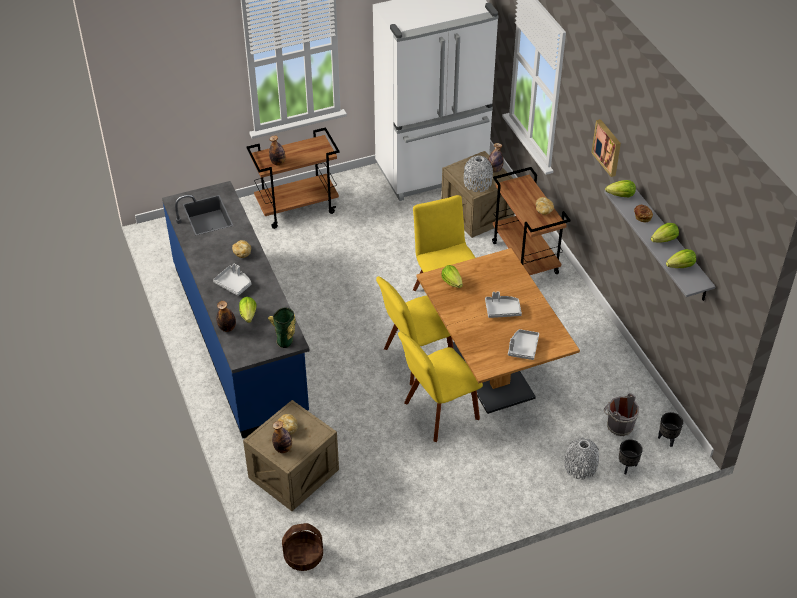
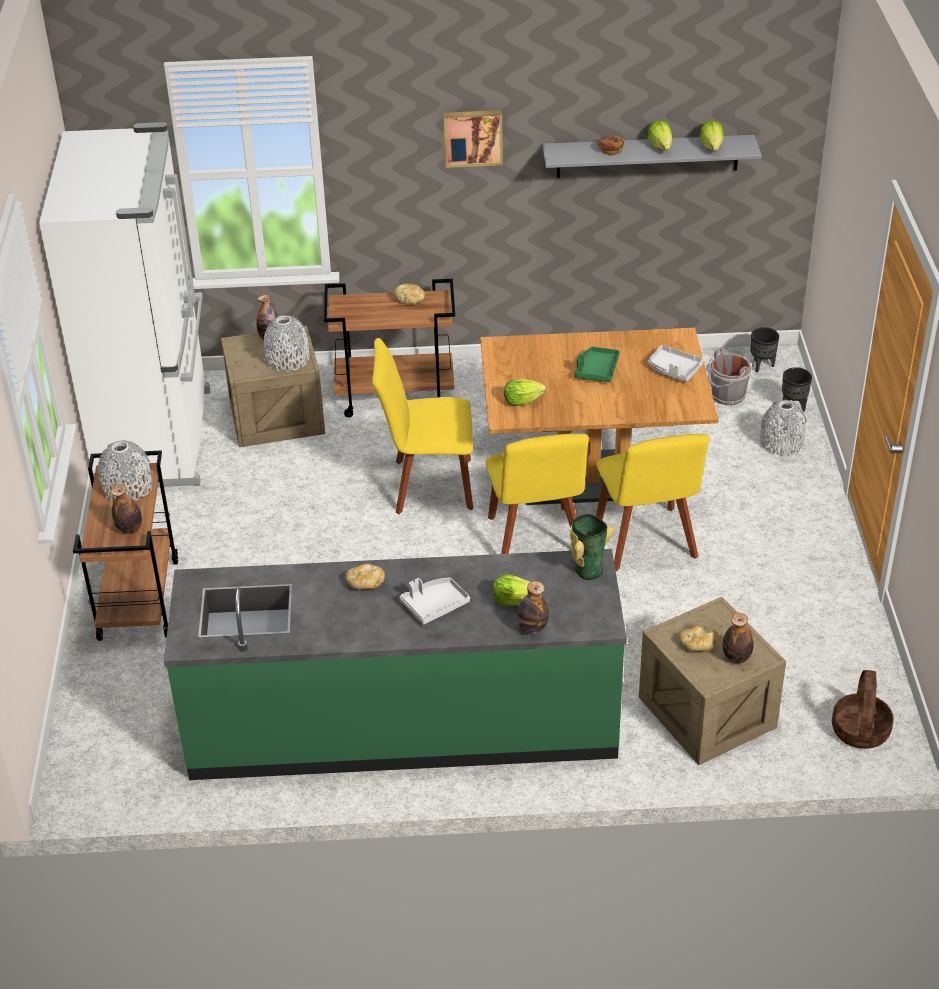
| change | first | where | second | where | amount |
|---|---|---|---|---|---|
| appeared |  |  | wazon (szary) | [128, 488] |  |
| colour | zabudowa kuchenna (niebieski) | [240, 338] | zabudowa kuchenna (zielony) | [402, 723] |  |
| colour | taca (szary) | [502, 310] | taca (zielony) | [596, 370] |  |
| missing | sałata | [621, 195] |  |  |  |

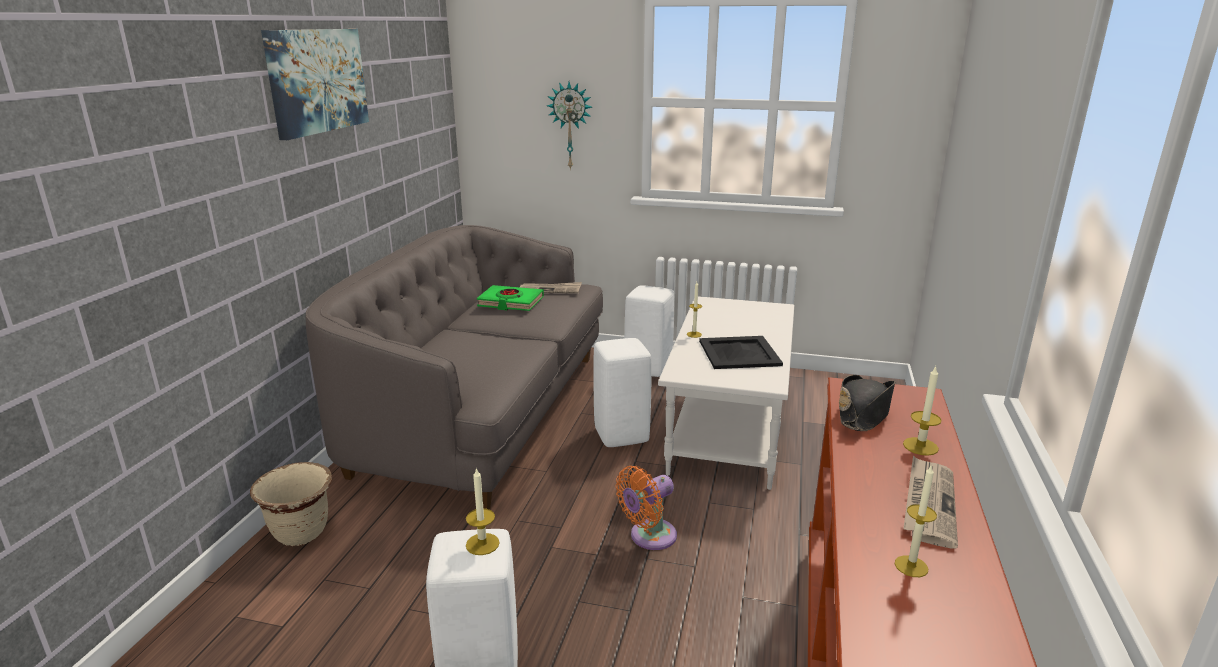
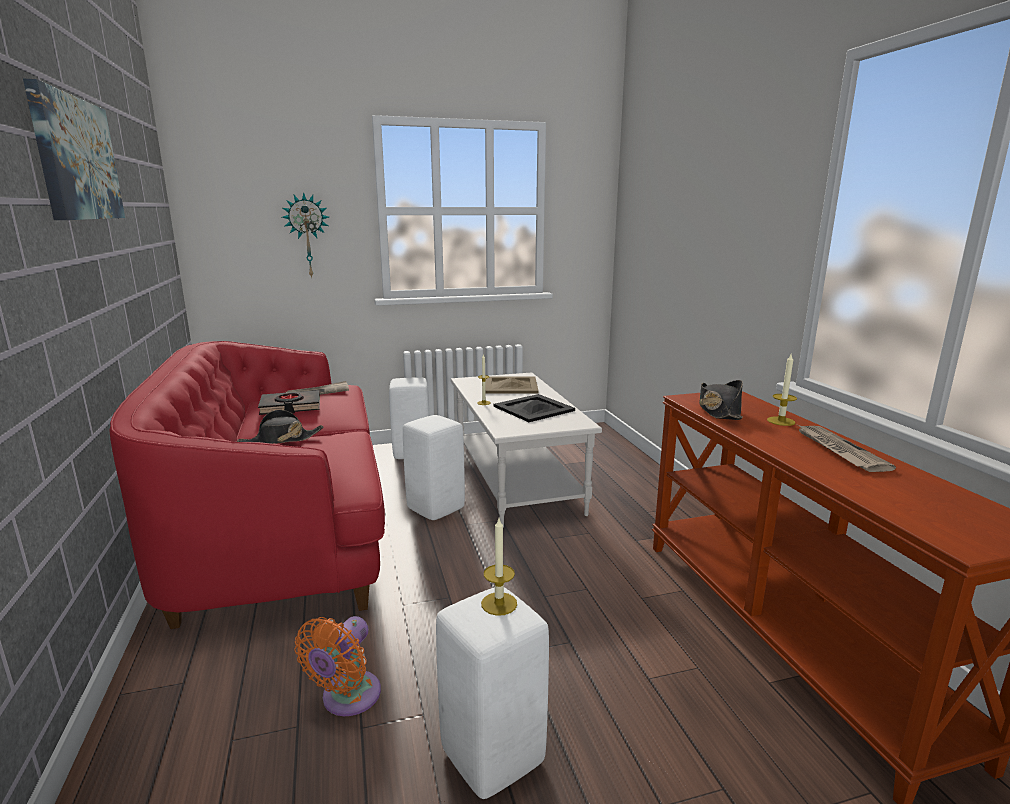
| change | first | where | second | where | amount |
|---|---|---|---|---|---|
| colour | kanapa (szary) | [482, 414] | kanapa (czerwony) | [284, 525] |  |
| appeared |  |  | kapelusz (czarny) | [281, 440] |  |
| colour | książka (zielony) | [510, 302] | książka (czarny) | [290, 407] |  |
| relocated | wentylator (pomarańczowy) | [649, 537] |  | [347, 698] |  |
| appeared |  |  | taca (beżowy) | [510, 386] |  |
| missing | donica (beżowy) | [301, 533] |  |  |  |
| missing | świeca | [911, 566] |  |  |  |

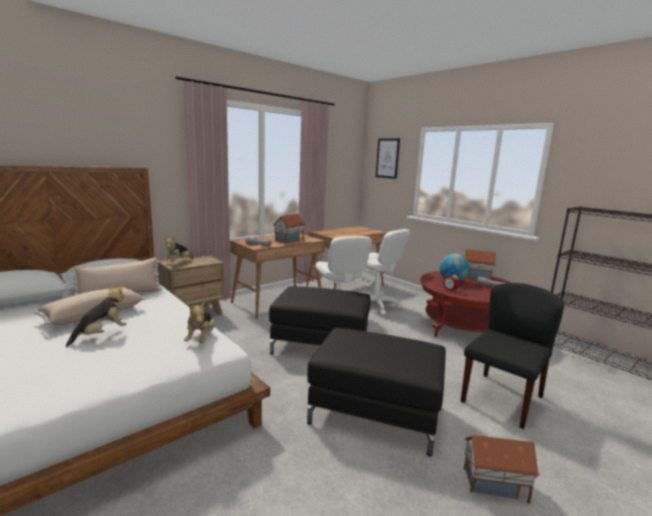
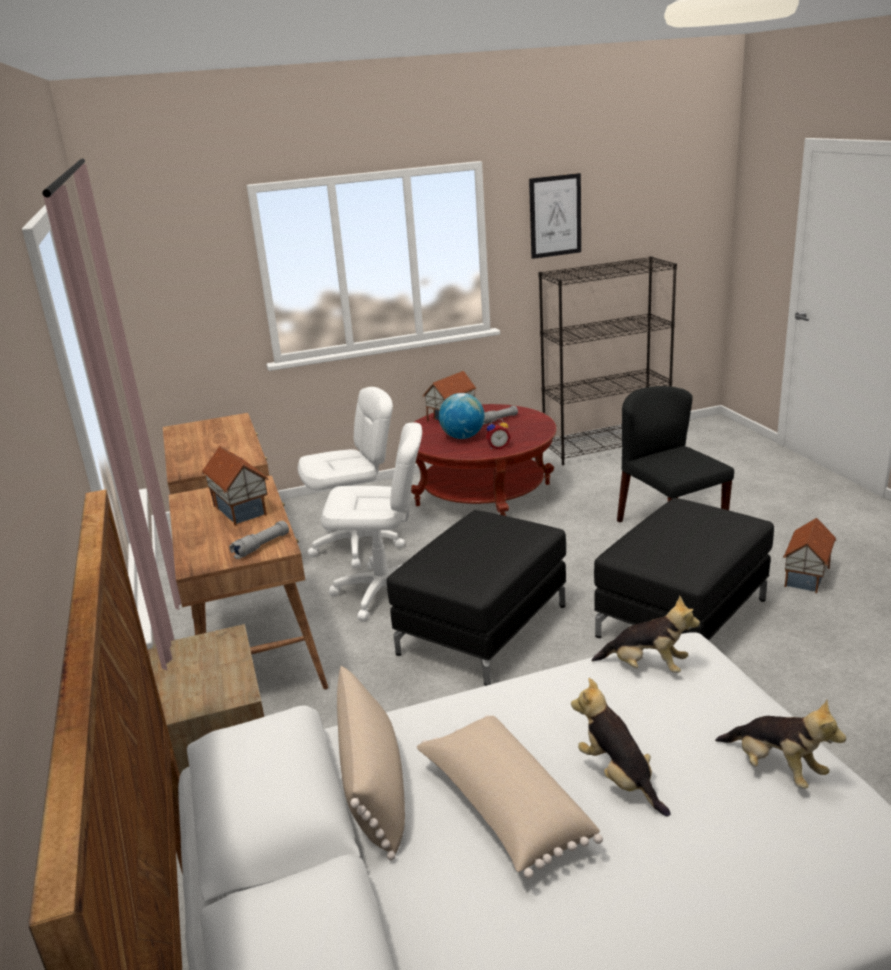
| change | first | where | second | where | amount |
|---|---|---|---|---|---|
| relocated | obraz | [387, 158] |  | [555, 216] |  |
| relocated | pluszak | [179, 262] |  | [775, 768] |  |

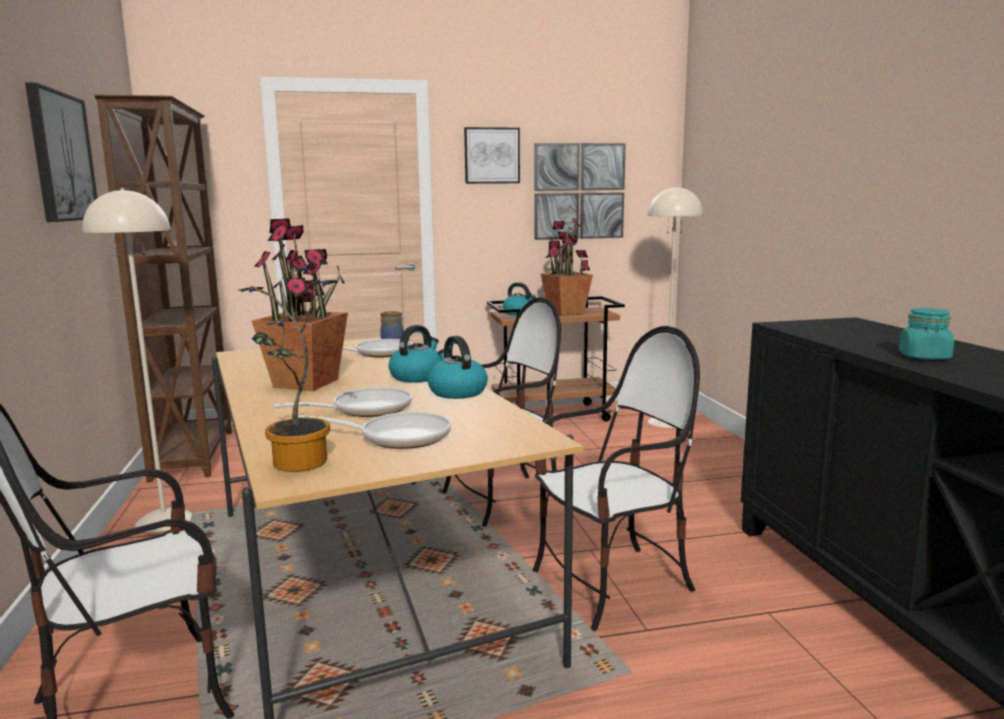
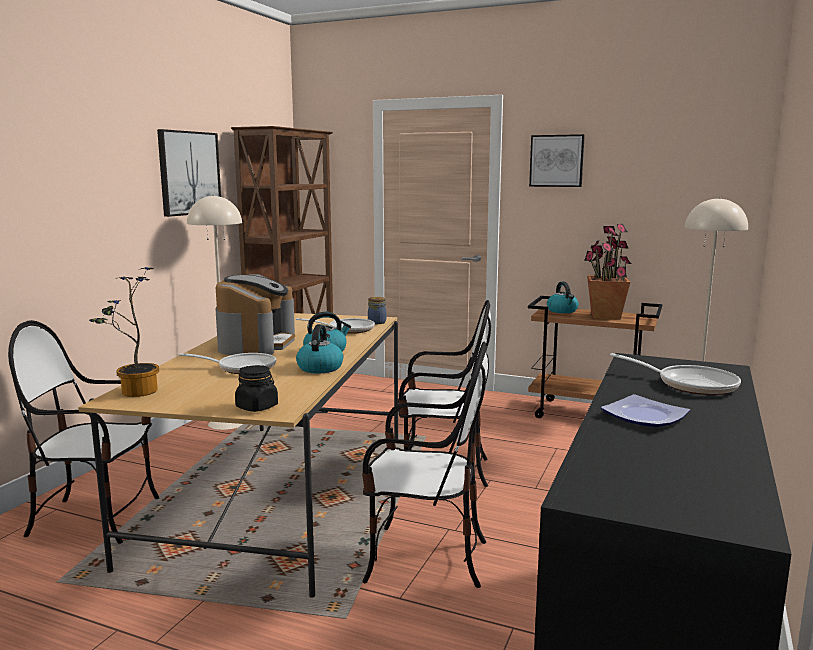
| change | first | where | second | where | amount |
|---|---|---|---|---|---|
| exchanged | roślina doniczkowa | [307, 383] | ekspres do kawy | [256, 343] |  |
| appeared |  |  | słoik (czarny) | [257, 407] |  |
| exchanged | słoik (turkusowy) | [924, 357] | talerz | [644, 416] |  |
| relocated | patelnia | [398, 437] |  | [690, 384] |  |
| missing | obraz | [579, 191] |  |  |  |

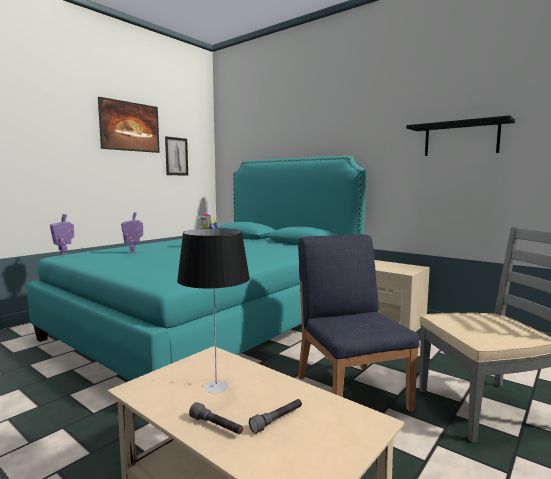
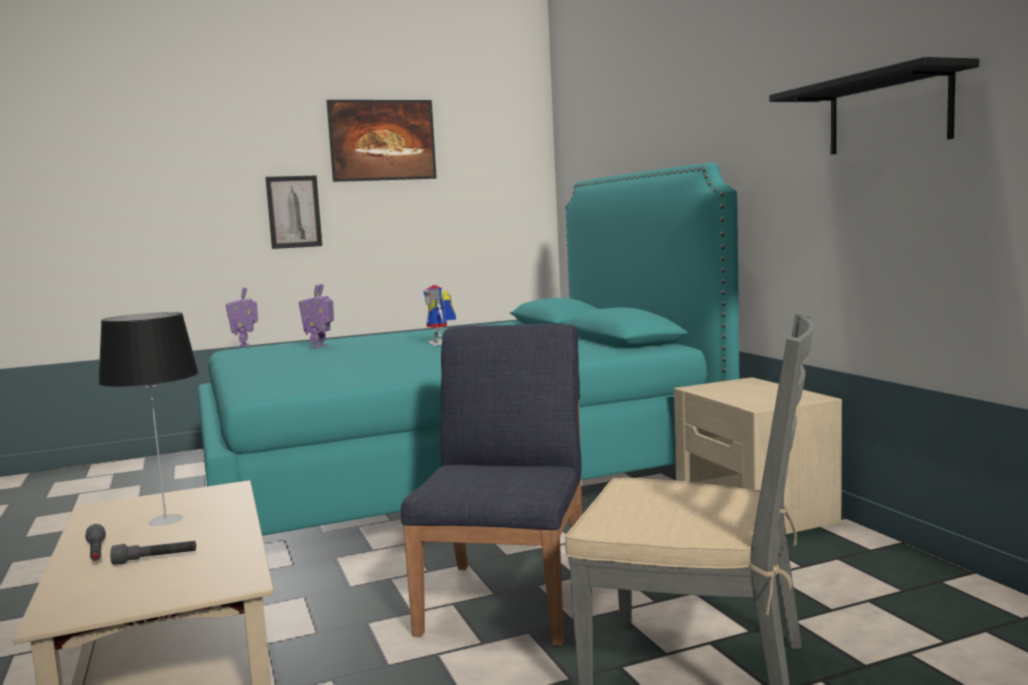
| change | first | where | second | where | amount |
|---|---|---|---|---|---|
| relocated | obraz | [176, 156] |  | [294, 212] |  |

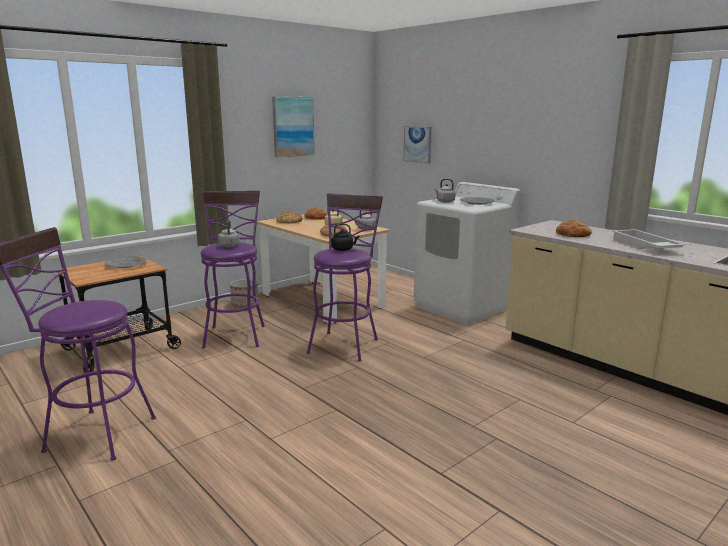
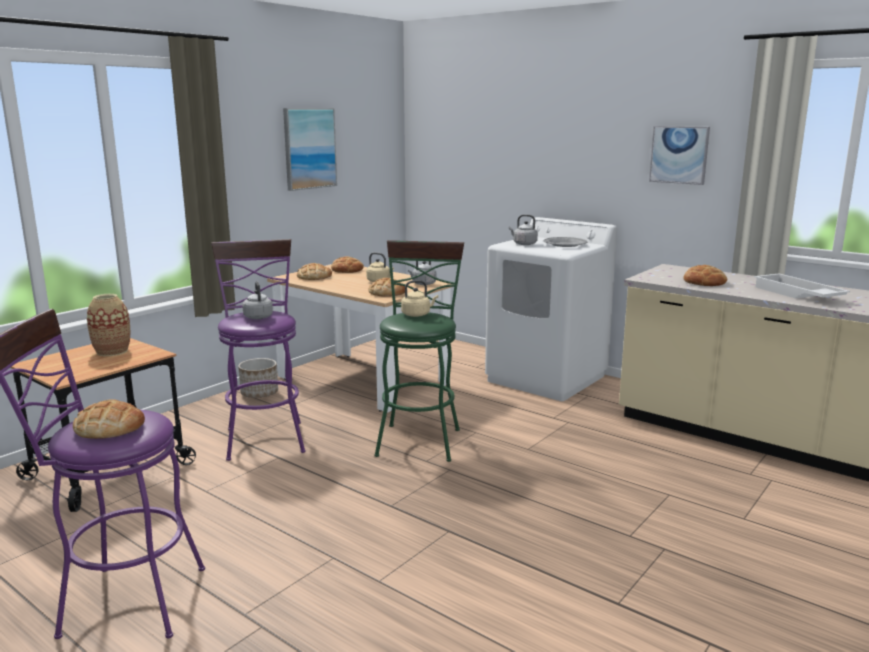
| change | first | where | second | where | amount |
|---|---|---|---|---|---|
| appeared |  |  | chleb | [110, 427] |  |
| exchanged | talerz (szary) | [126, 265] | wazon | [112, 351] |  |
| colour | stołek (fioletowy) | [345, 343] | stołek (zielony) | [419, 438] |  |
| colour | czajnik (czarny) | [343, 249] | czajnik (beżowy) | [417, 314] |  |
| relocated | obraz | [418, 144] |  | [679, 155] |  |

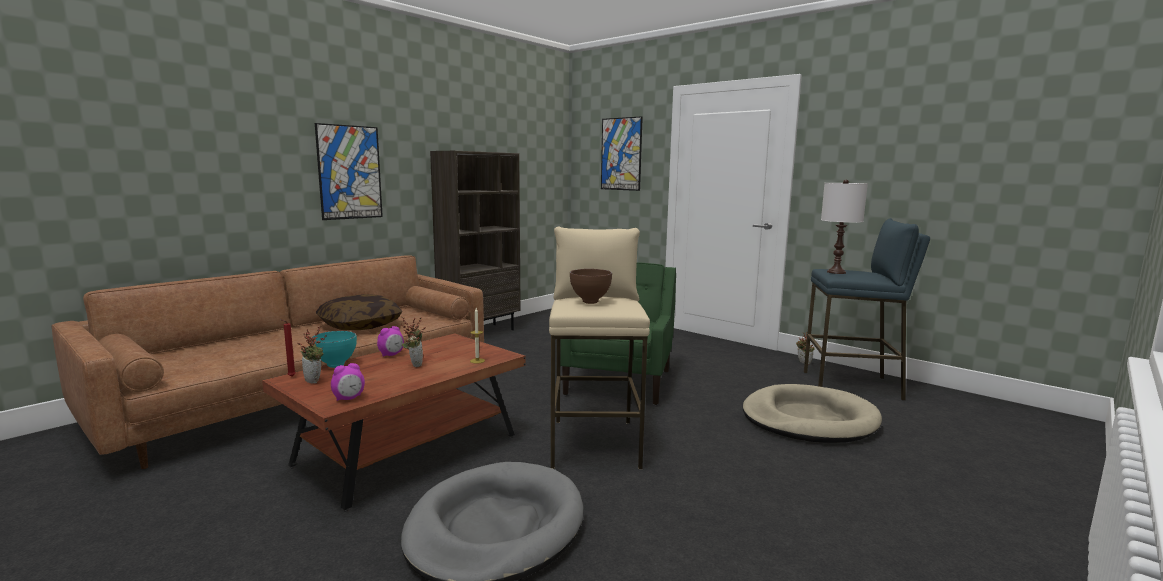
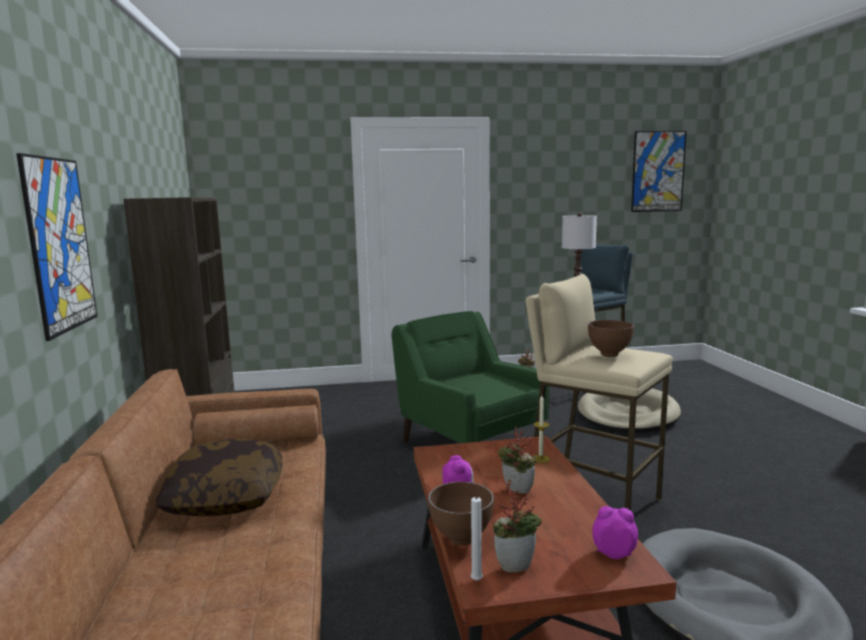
| change | first | where | second | where | amount |
|---|---|---|---|---|---|
| colour | miska (turkusowy) | [335, 366] | miska (brązowy) | [462, 540] |  |
| colour | świeca (czerwony) | [290, 377] | świeca (biały) | [477, 582] |  |
| spun | budzik | [349, 398] |  | [614, 553] | 75 degrees counterclockwise |
| relocated | obraz | [621, 154] |  | [658, 171] |  |

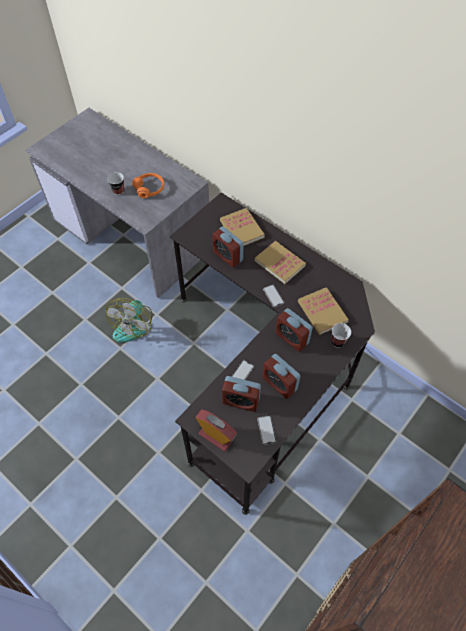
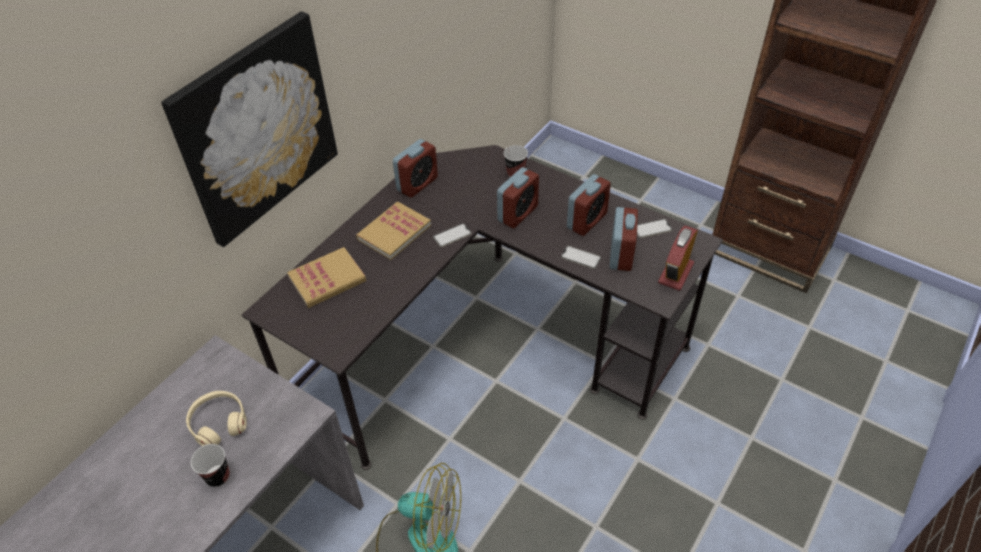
| change | first | where | second | where | amount |
|---|---|---|---|---|---|
| appeared |  |  | obraz | [256, 129] |  |
| colour | słuchawki (pomarańczowy) | [149, 188] | słuchawki (beżowy) | [218, 423] |  |
| relocated | budzik | [228, 256] |  | [417, 184] |  |
| missing | książka | [322, 312] |  |  |  |

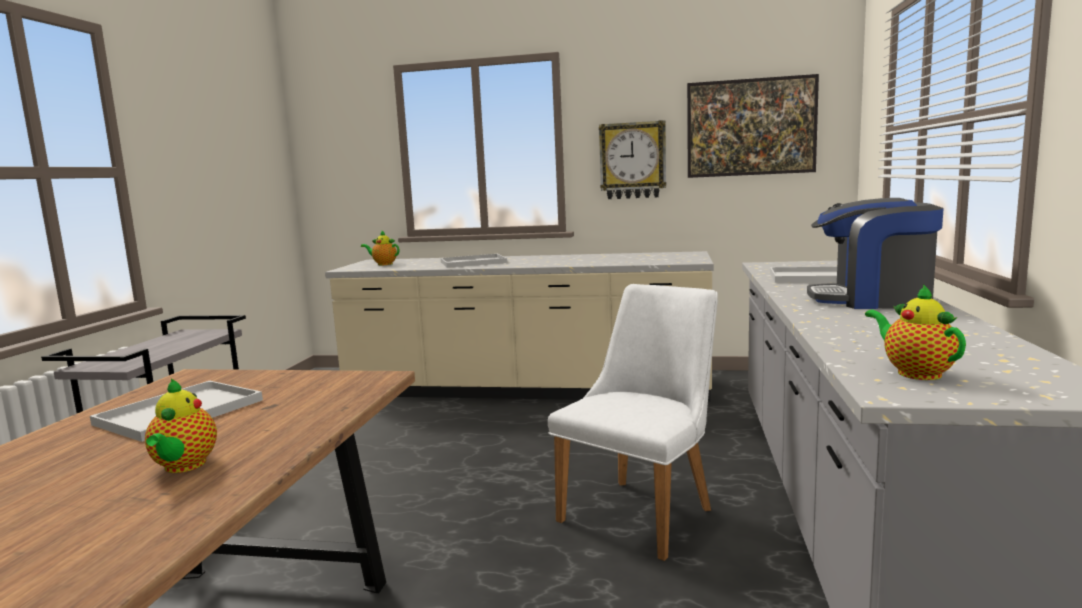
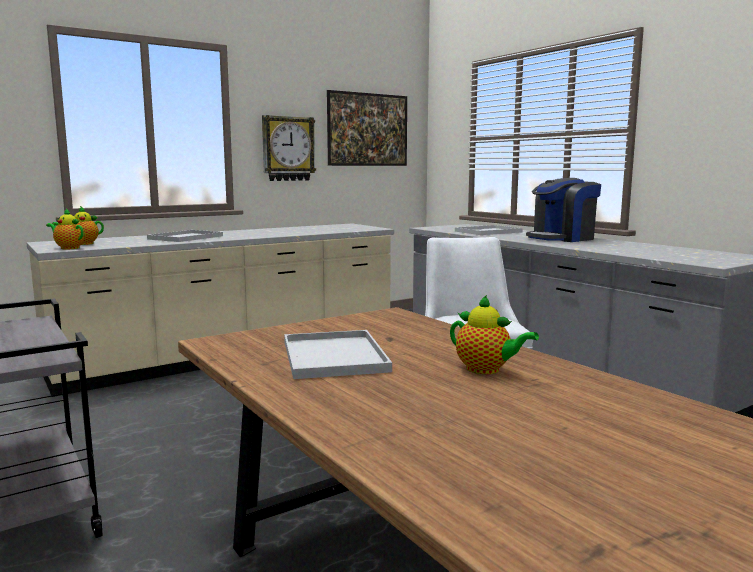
| change | first | where | second | where | amount |
|---|---|---|---|---|---|
| relocated | imbryk | [914, 373] |  | [68, 248] |  |

